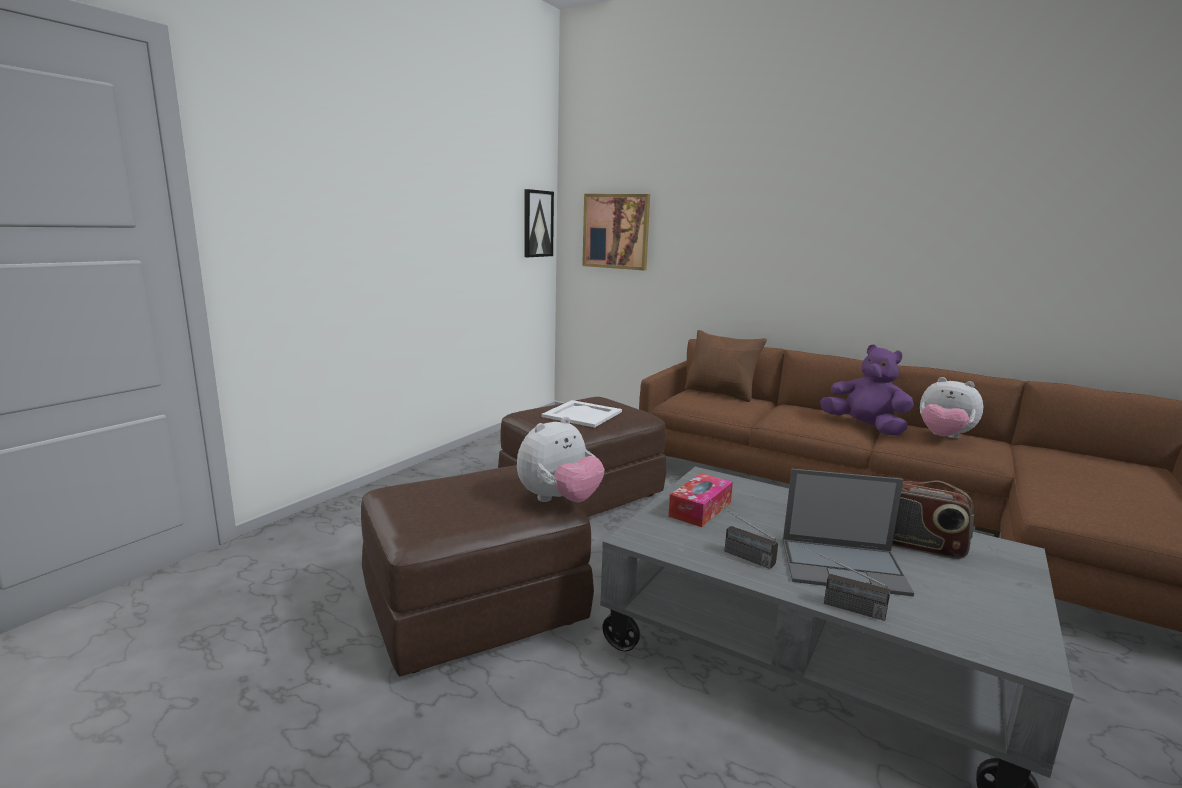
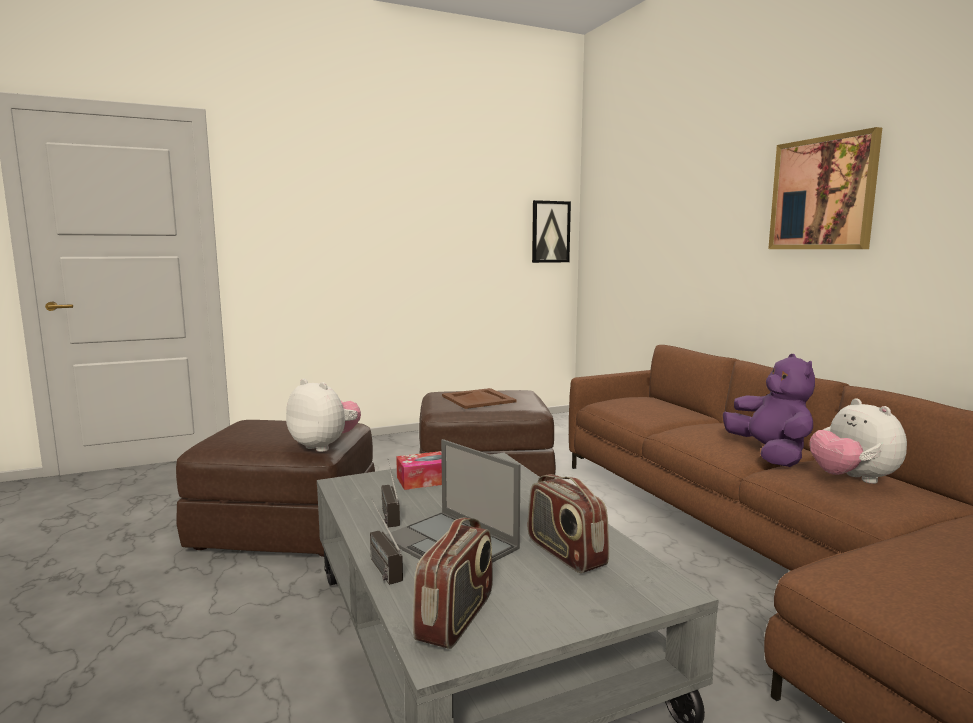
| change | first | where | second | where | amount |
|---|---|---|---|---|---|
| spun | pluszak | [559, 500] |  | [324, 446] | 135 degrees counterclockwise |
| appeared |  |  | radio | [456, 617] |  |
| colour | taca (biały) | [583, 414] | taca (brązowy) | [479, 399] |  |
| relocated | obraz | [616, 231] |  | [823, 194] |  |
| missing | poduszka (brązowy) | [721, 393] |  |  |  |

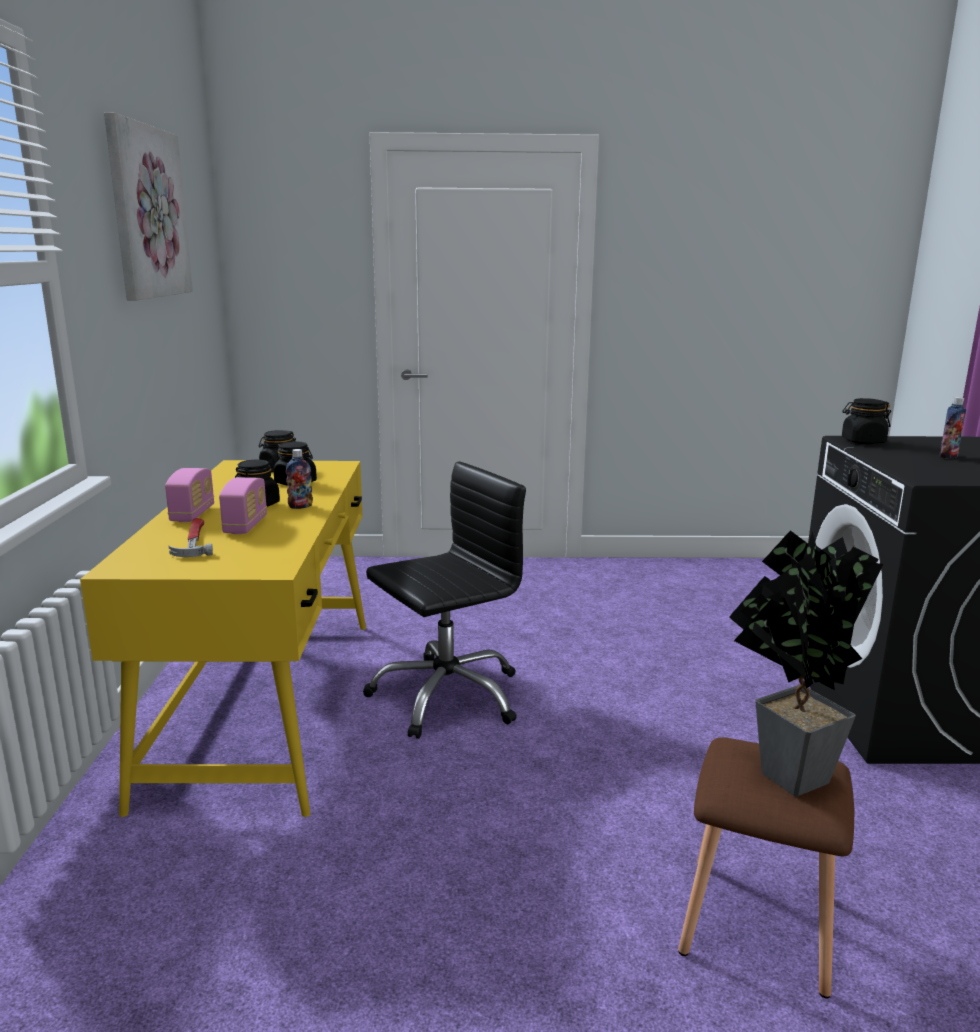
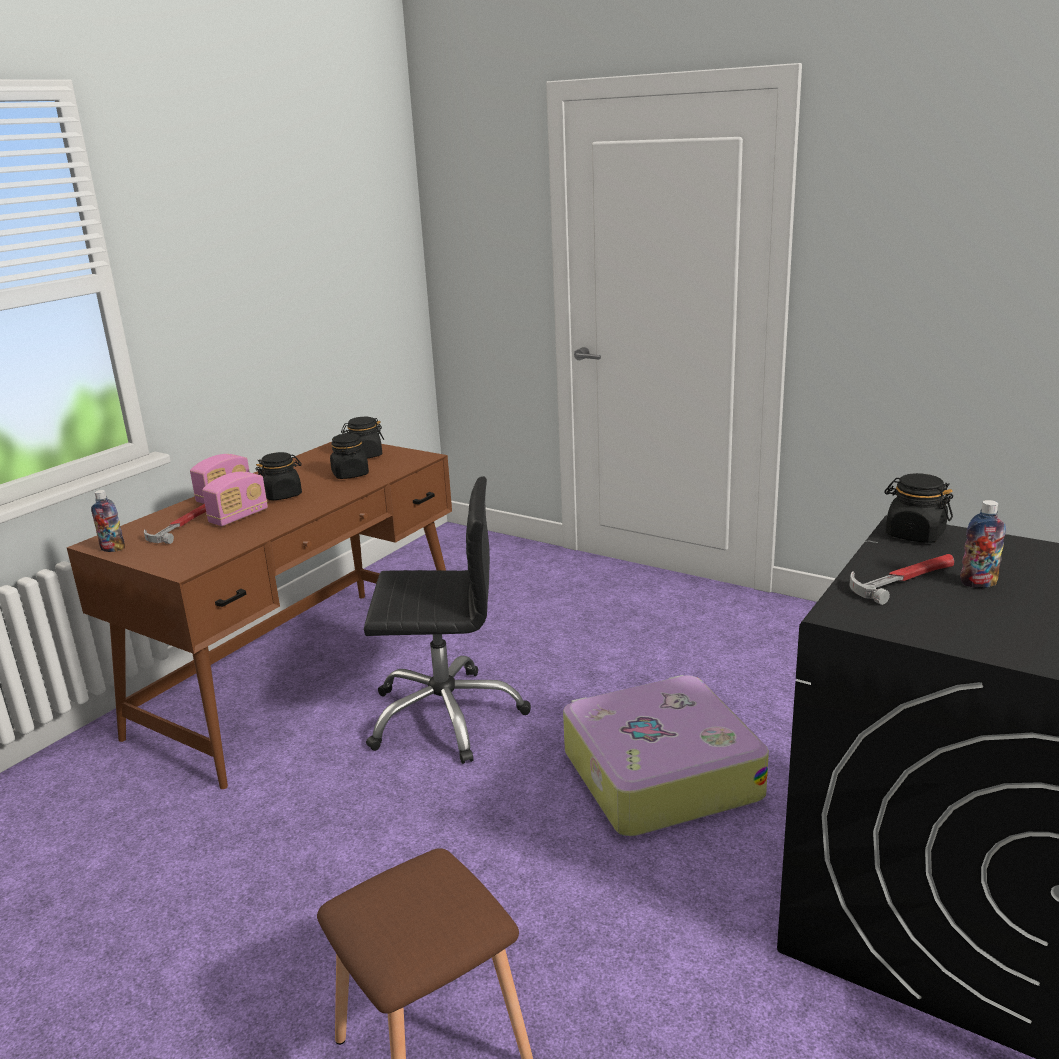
| change | first | where | second | where | amount |
|---|---|---|---|---|---|
| colour | biurko (żółty) | [268, 702] | biurko (brązowy) | [305, 676] |  |
| relocated | butelka | [300, 506] |  | [113, 549] |  |
| appeared |  |  | walizka | [658, 774] |  |
| appeared |  |  | młotek | [904, 580] |  |
| missing | obraz | [147, 212] |  |  |  |
| missing | roślina doniczkowa | [783, 776] |  |  |  |

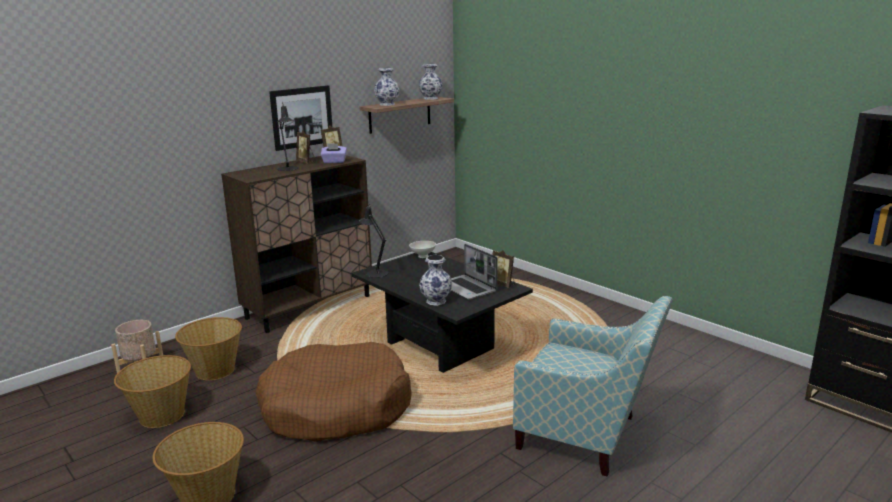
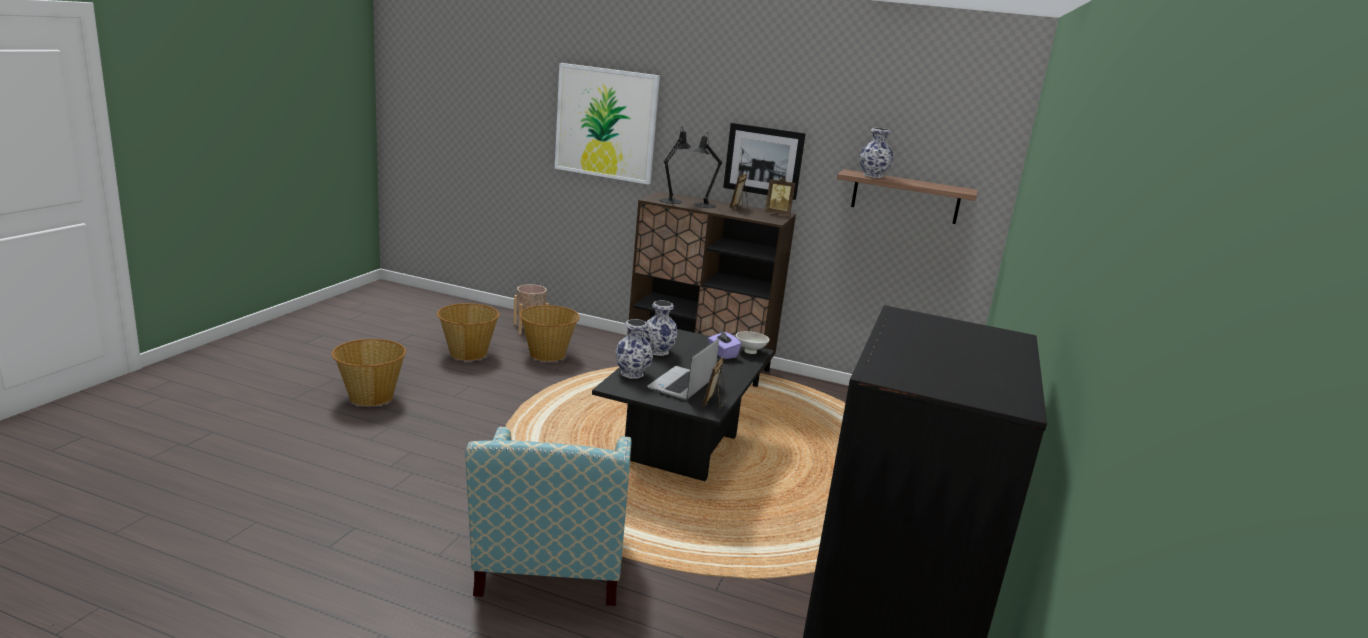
| change | first | where | second | where | amount |
|---|---|---|---|---|---|
| appeared |  |  | obraz | [606, 123] |  |
| relocated | wazon | [430, 98] |  | [659, 351] |  |
| relocated | lampa stołowa (czarny) | [375, 272] |  | [672, 200] |  |
| relocated | pudełko chusteczek (fioletowy) | [334, 162] |  | [722, 354] |  |
| missing | legowisko (brązowy) | [336, 408] |  |  |  |

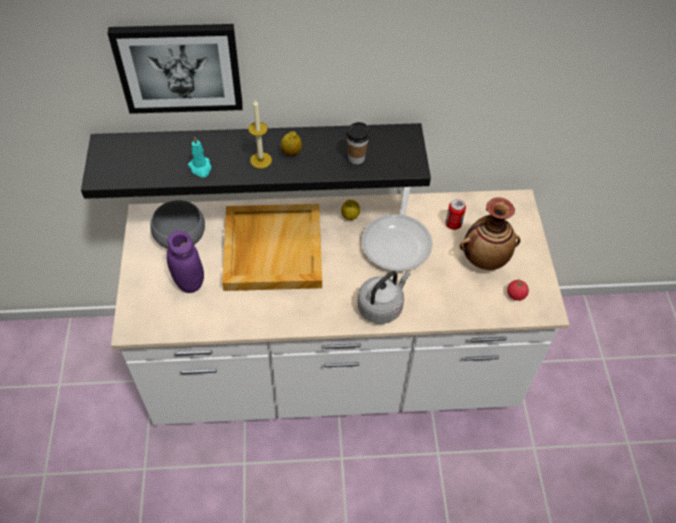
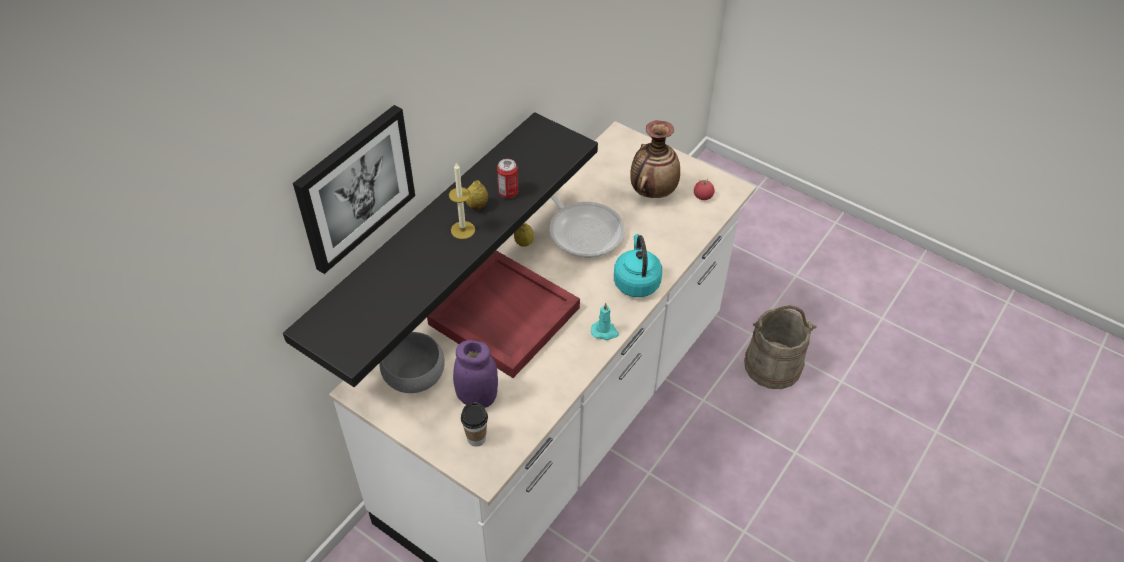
| change | first | where | second | where | amount |
|---|---|---|---|---|---|
| colour | taca (beżowy) | [272, 249] | taca (czerwony) | [502, 316] |  |
| relocated | filiżanka | [356, 158] |  | [476, 438] |  |
| relocated | puszka | [453, 224] |  | [508, 192] |  |
| relocated | świeca (turkusowy) | [200, 168] |  | [605, 332] |  |
| colour | czajnik (szary) | [381, 306] | czajnik (turkusowy) | [636, 281] |  |
| appeared |  |  | wiadro (beżowy) | [773, 365] |  |

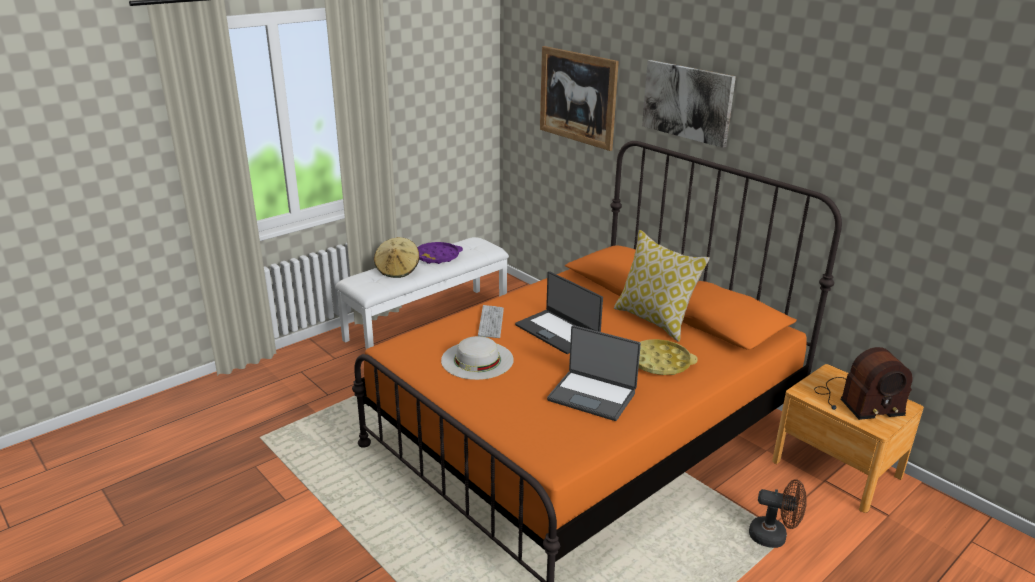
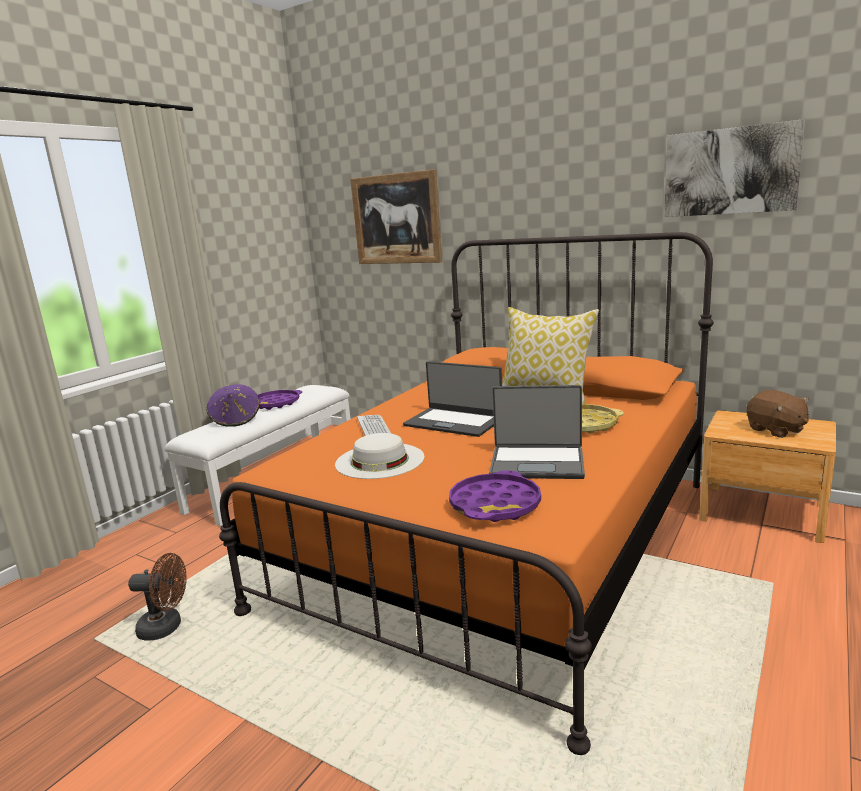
| change | first | where | second | where | amount |
|---|---|---|---|---|---|
| relocated | wentylator (brązowy) | [774, 537] |  | [166, 627] |  |
| colour | kapelusz (beżowy) | [397, 270] | kapelusz (fioletowy) | [236, 420] |  |
| appeared |  |  | taca (fioletowy) | [495, 505] |  |
| relocated | obraz | [687, 102] |  | [730, 171] |  |
| exchanged | radio | [856, 402] | pluszak (brązowy) | [775, 430] |  |

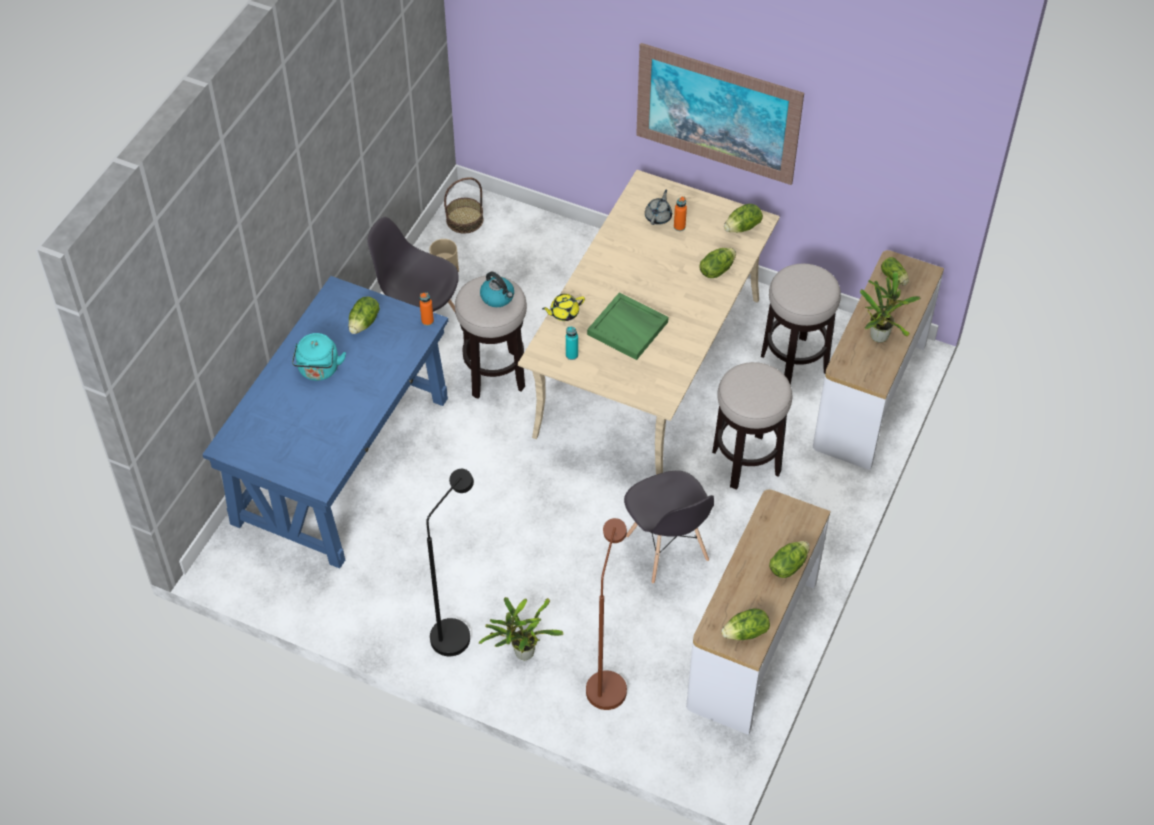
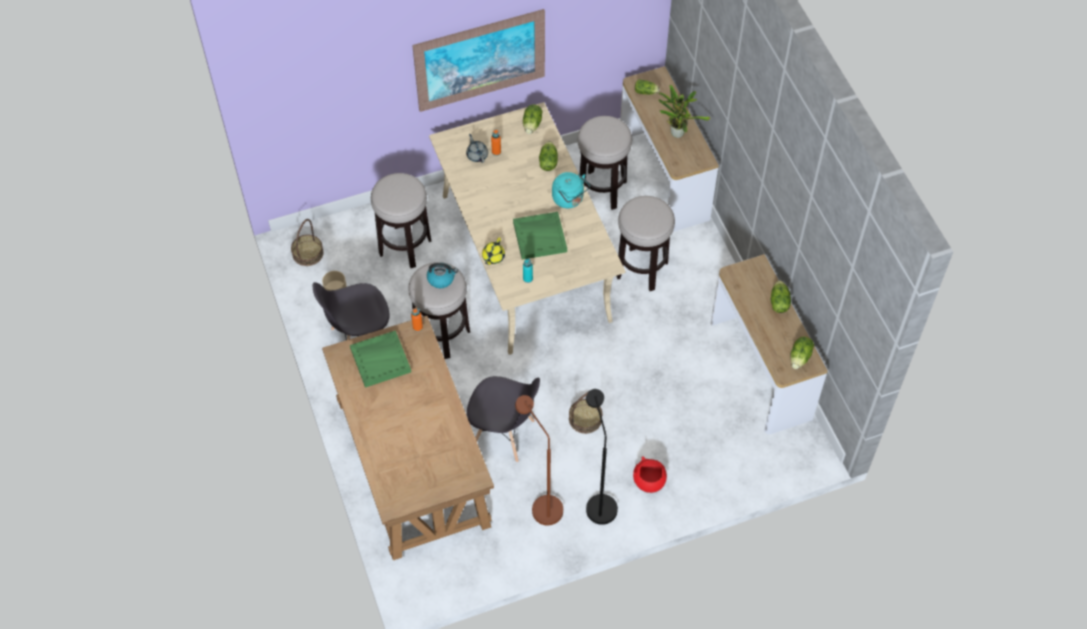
| change | first | where | second | where | amount |
|---|---|---|---|---|---|
| colour | biurko (niebieski) | [341, 459] | biurko (brązowy) | [412, 463] |  |
| exchanged | sałata | [364, 323] | taca (zielony) | [381, 359] |  |
| appeared |  |  | stołek | [405, 247] |  |
| relocated | krzesło (szary) | [667, 549] |  | [504, 434] |  |
| relocated | lampa stojąca (brązowy) | [607, 681] |  | [541, 504] |  |
| relocated | czajnik (turkusowy) | [319, 370] |  | [569, 199] |  |
| appeared |  |  | koszyk | [585, 419] |  |
| exchanged | roślina doniczkowa | [521, 653] | miska (czerwony) | [649, 482] |  |

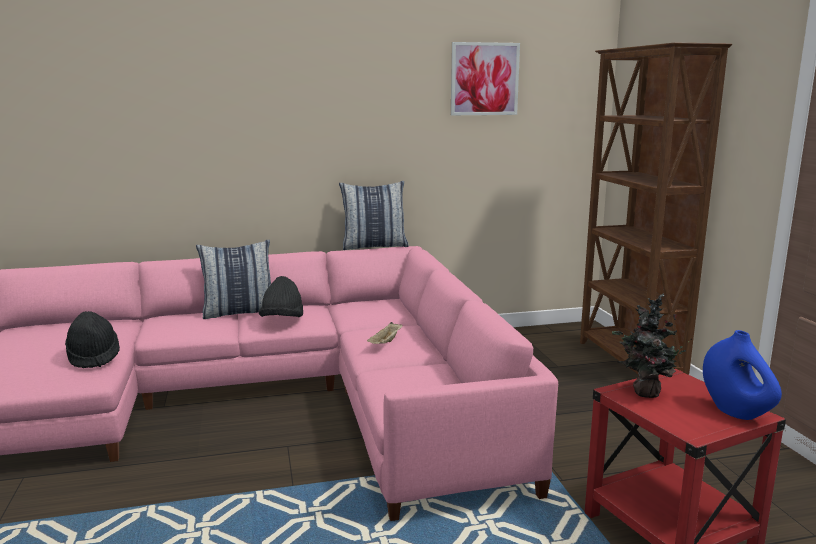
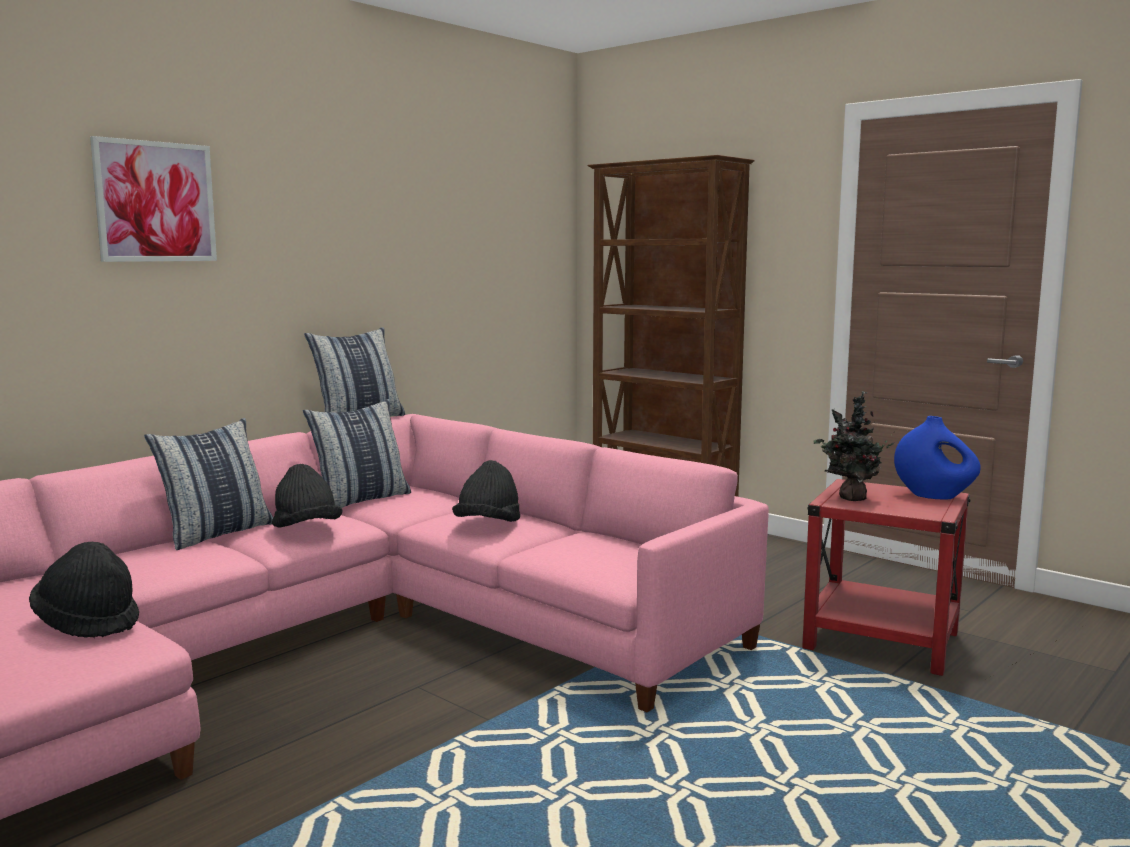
| change | first | where | second | where | amount |
|---|---|---|---|---|---|
| relocated | obraz | [484, 79] |  | [155, 202] |  |
| appeared |  |  | poduszka | [361, 500] |  |
| exchanged | taca (beżowy) | [386, 343] | kapelusz (czarny) | [488, 525] |  |

